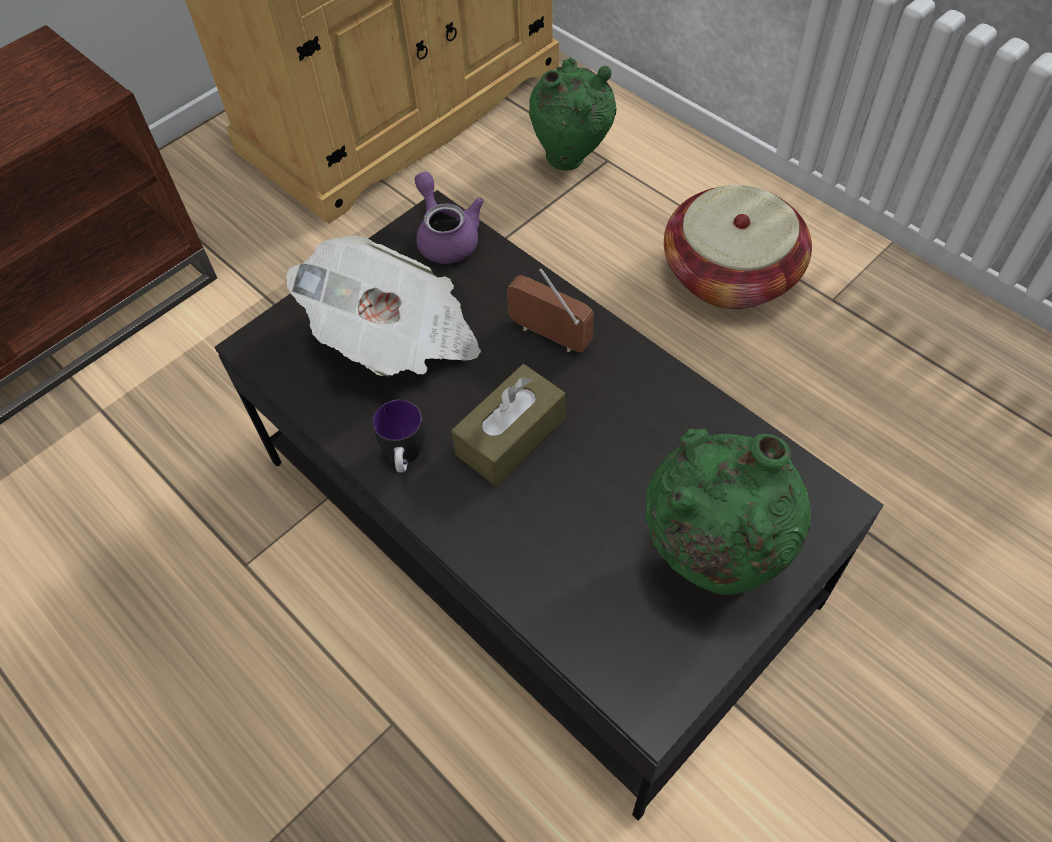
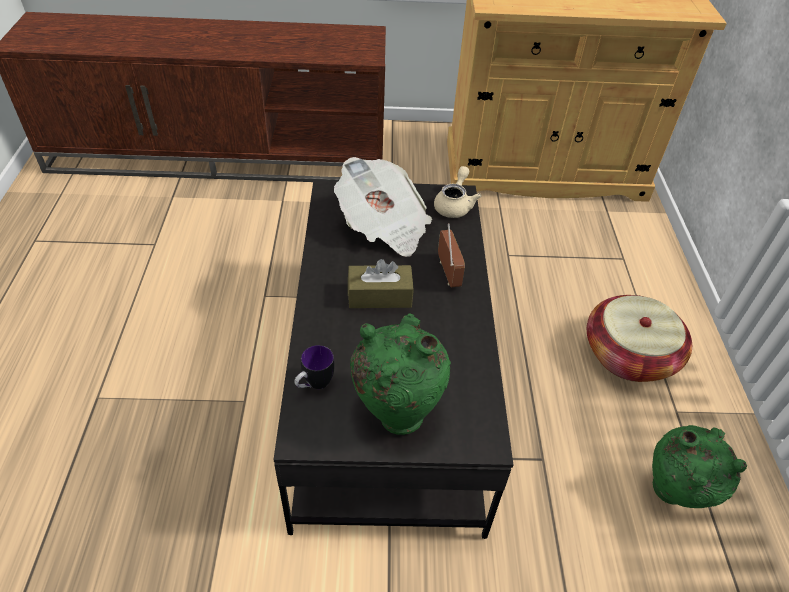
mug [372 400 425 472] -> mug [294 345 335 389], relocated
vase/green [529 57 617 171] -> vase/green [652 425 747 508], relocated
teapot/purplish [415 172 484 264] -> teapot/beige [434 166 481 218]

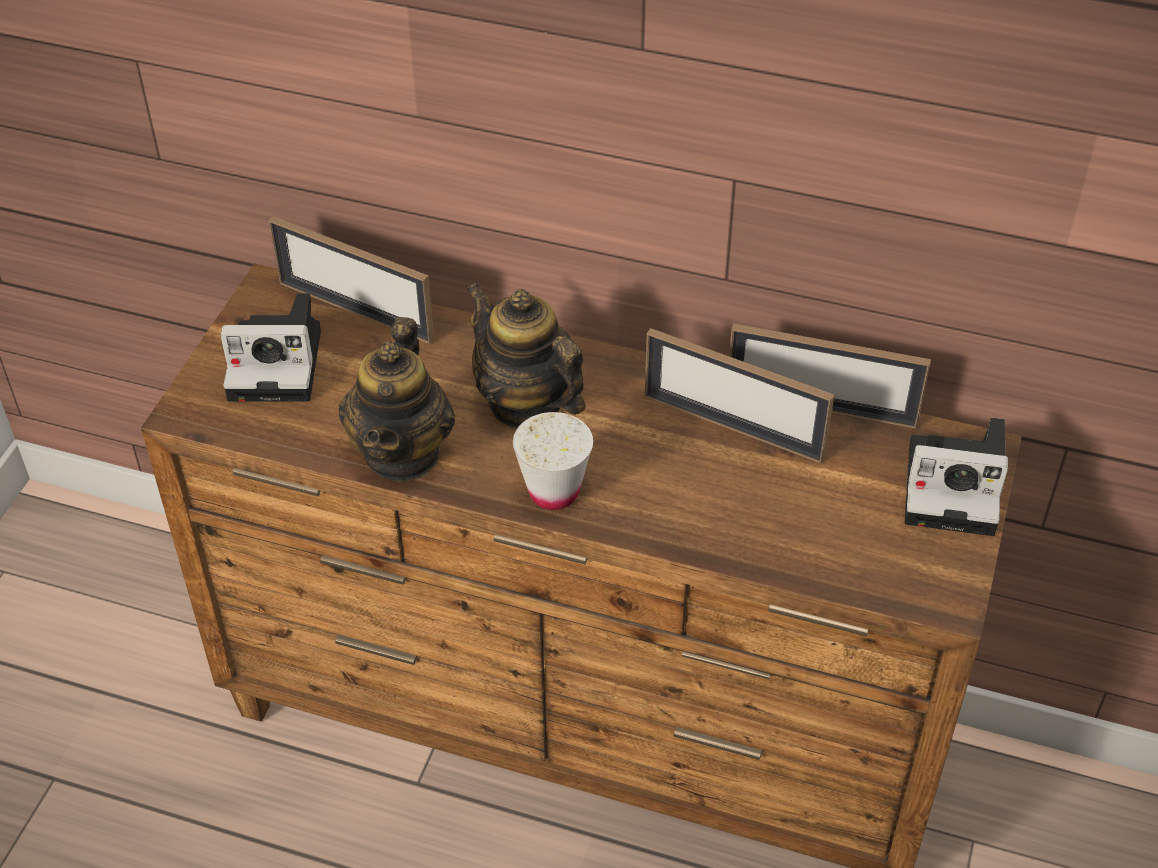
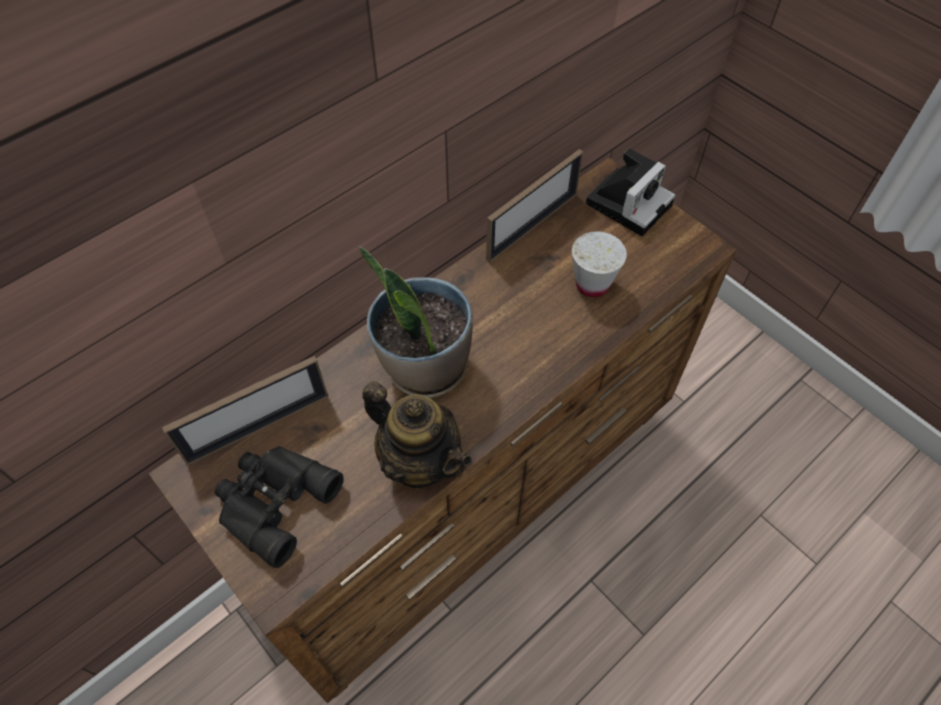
picture frame [645 328 835 464] -> none
drinking cup/white [513 412 593 510] -> drinking cup/white [572 231 627 297], relocated
photo camera [221 293 321 402] -> field glasses/black-coloured [215 446 344 568]
teapot [466 283 586 429] -> potted plant [359 247 473 398]

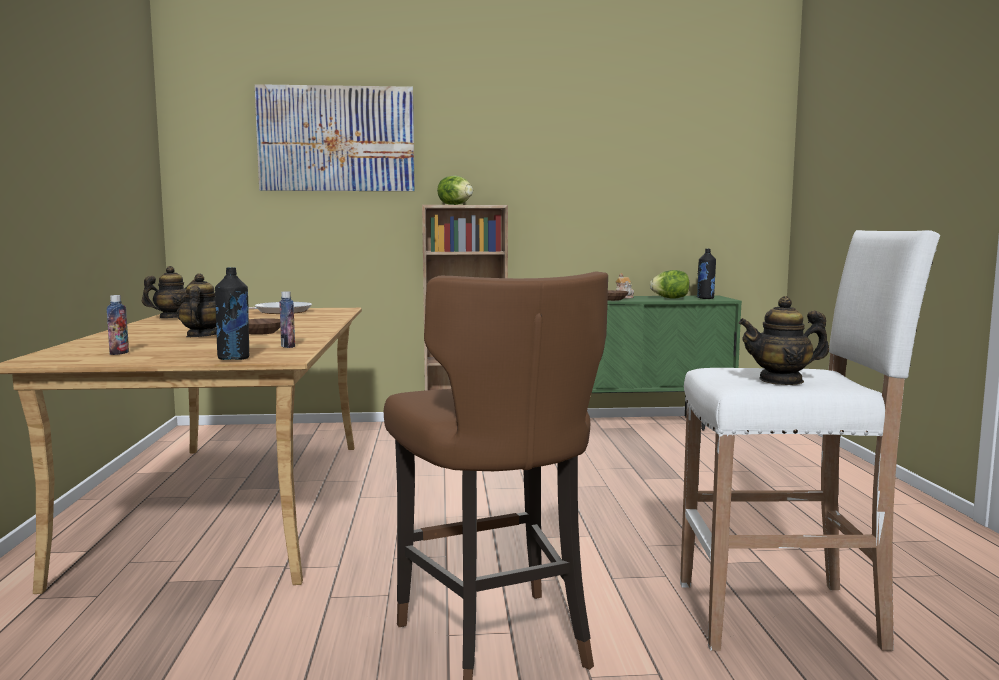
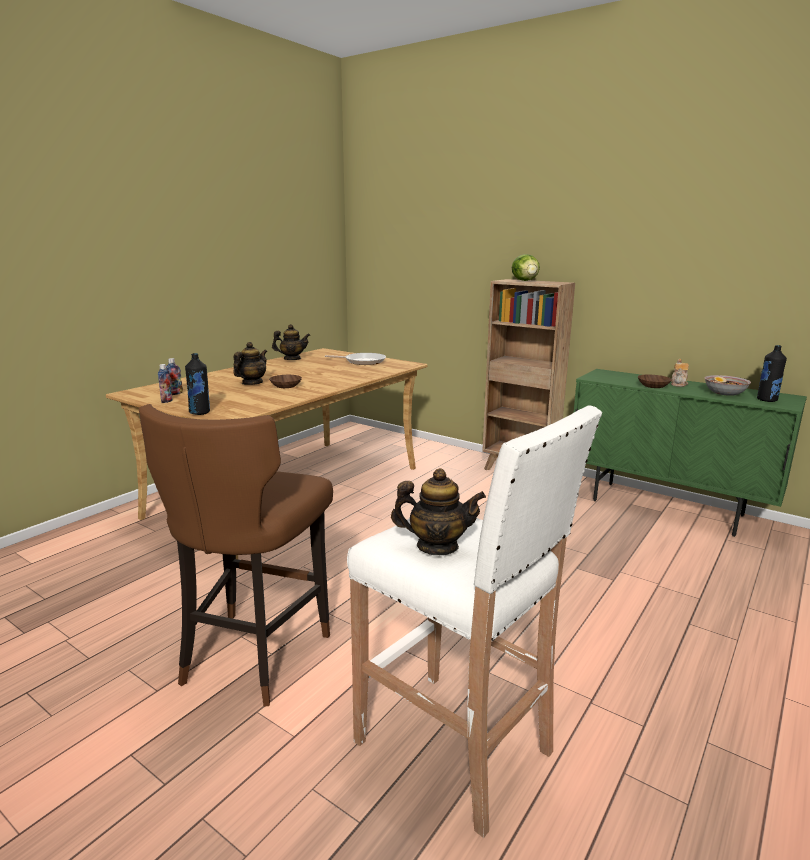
wall art [255 84 415 191] -> none
bottle [279 291 295 348] -> bottle [158 364 173 403], relocated
lettuce [650 270 690 299] -> bowl [705 375 751 396]
teapot [739 296 829 385] -> teapot [391 468 486 555], 150 degrees clockwise

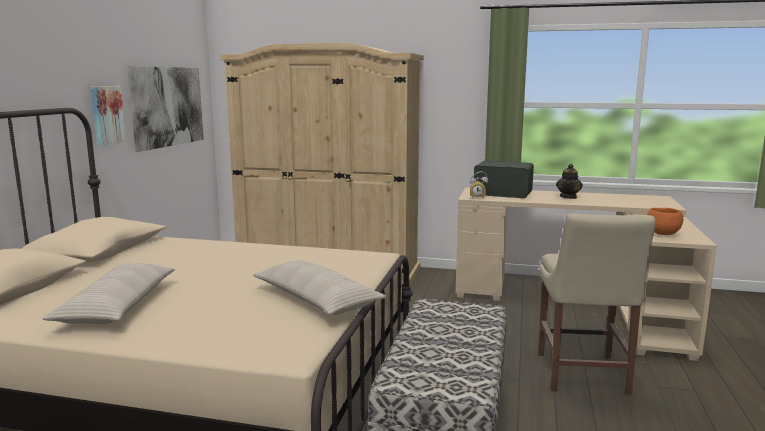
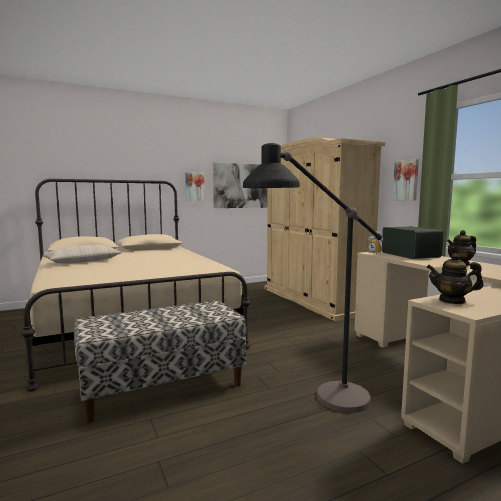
cushion/beige [253 260 386 315] -> none
none -> wall art [393 159 419 201]
plain chair/beige [538 214 656 395] -> standing lamp/black-coloured [243 143 382 413]
bowl/orangey [647 208 683 235] -> teapot [427 253 483 304]

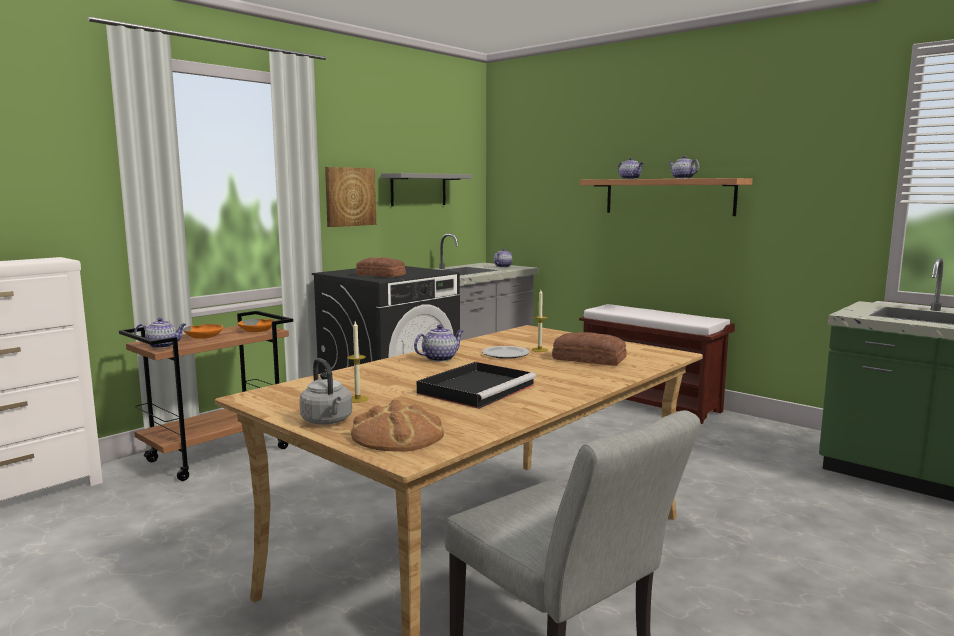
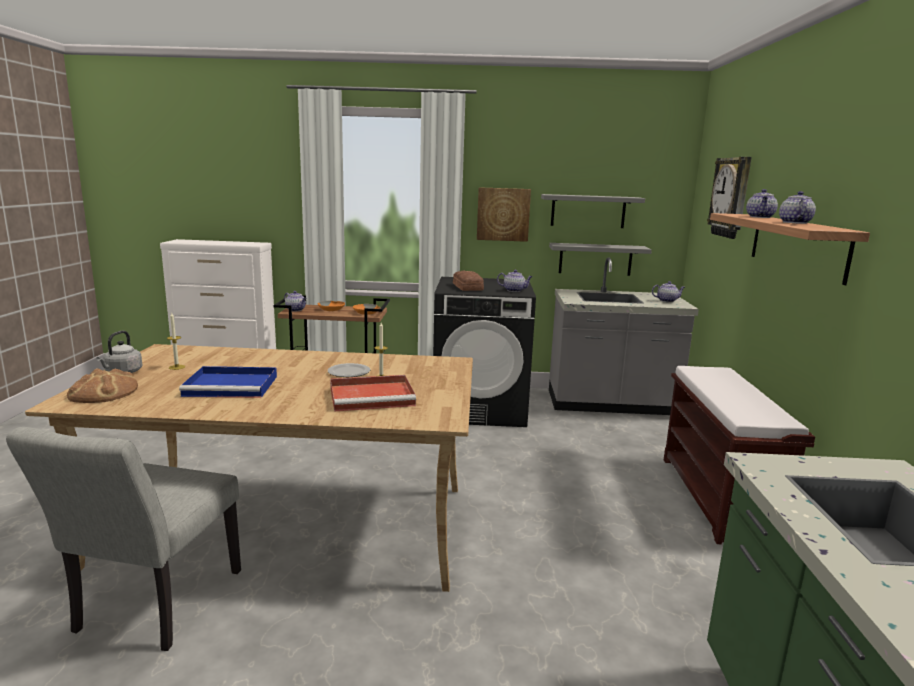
none -> shelf/grey [549 243 652 276]
none -> hanging clock [707 157 752 239]
teapot [414 325 464 362] -> teapot [497 270 533 292], relocated
bread [552 332 627 366] -> tray/red-coloured [330 375 416 411]
tray/black-coloured [417 362 536 409] -> tray/blue [179 366 277 398]

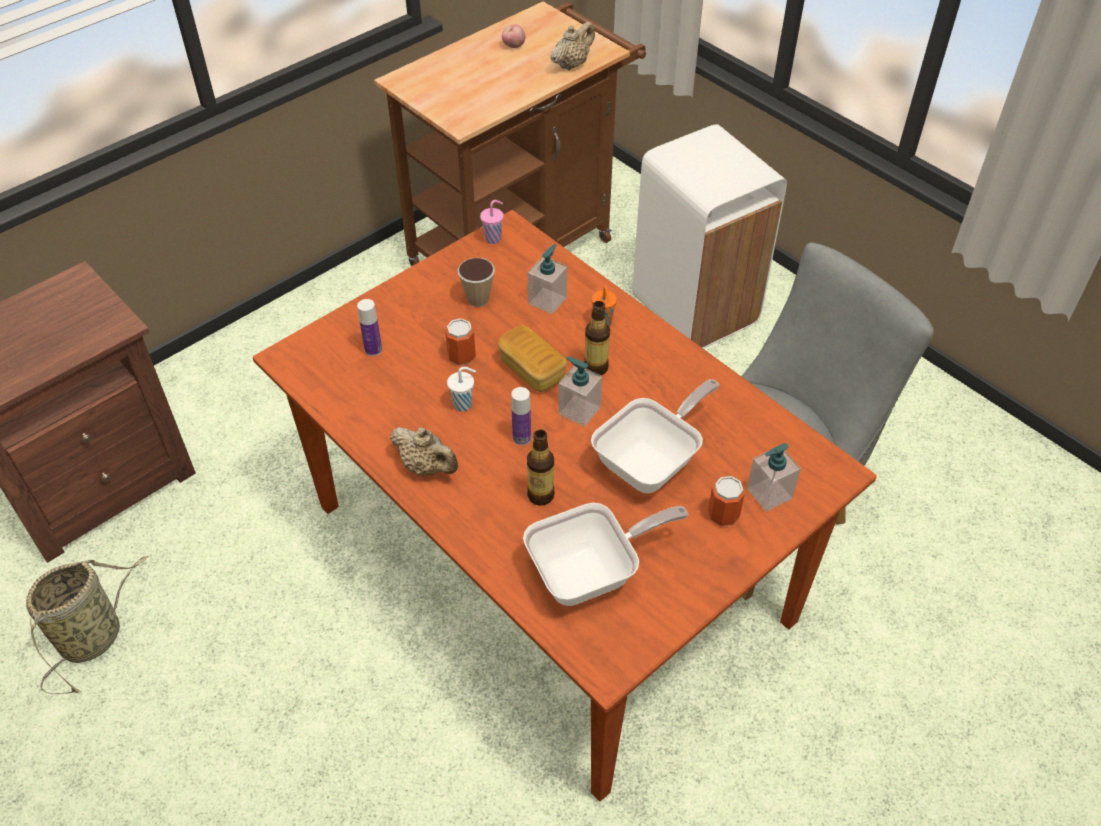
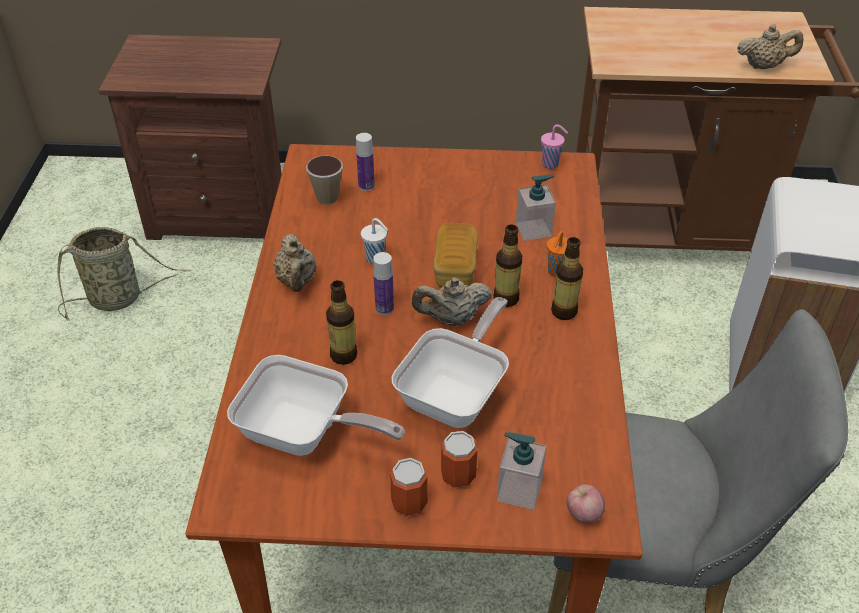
none -> bottle [551 237 583 320]
can [445 318 476 366] -> can [390 458 428 516], relocated
drinking cup [458 258 495 307] -> drinking cup [306 156 343 205], relocated
whole apple [502 24 525 48] -> whole apple [566 484 605 524], relocated
liquid soap bottle [558 356 602 427] -> teapot/beige [412 277 492 326]
frying pan [591 379 720 493] -> frying pan [391 297 509 428], 60 degrees counterclockwise

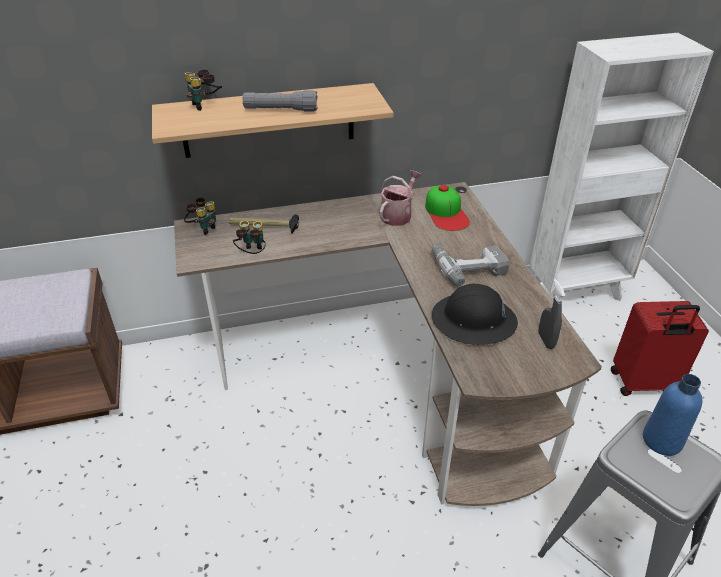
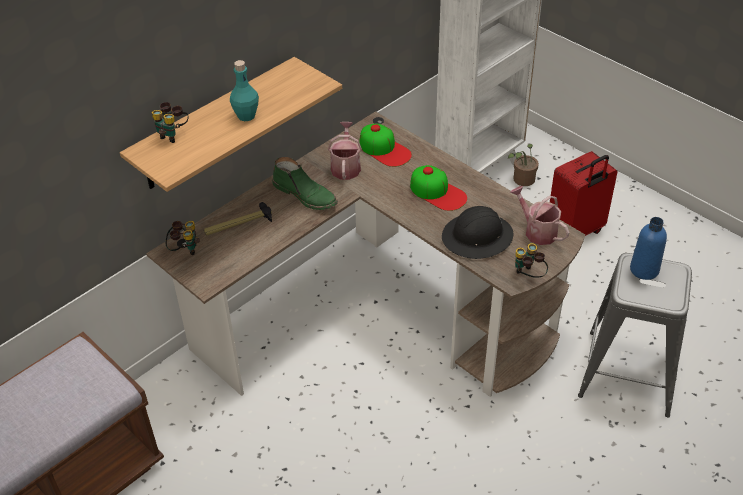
none -> boot/green [272 157 338 210]
none -> potted plant [508 144 539 186]
field glasses [233 220 266 254] -> field glasses [515 243 548 278], relocated
hand torch/grey [243 90 318 111] -> bottle/turquoise [230 60 259 121]
drill [432 244 509 287] -> peaked cap [410 165 467 211]
sprayer/grey [538 279 565 349] -> sprinkling can [510 186 570 245]

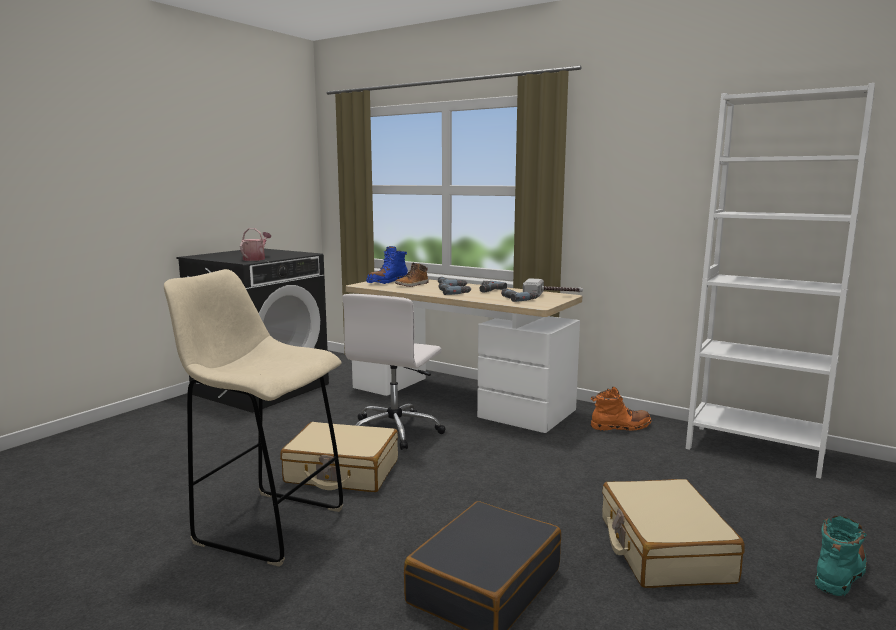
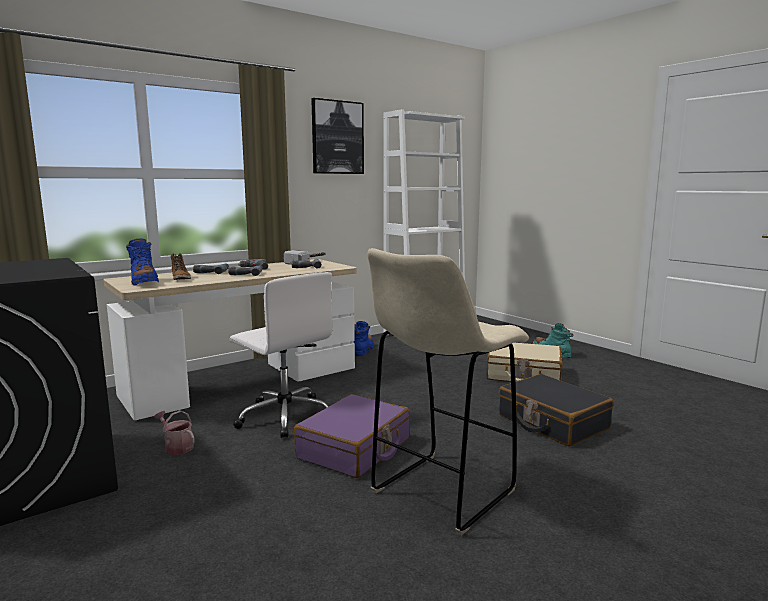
none -> wall art [311 98 364 174]
sprinkling can [240 228 271 261] -> sprinkling can [154 410 195 455], relocated
suitcase/beige [280 422 398 492] -> suitcase/purplish [294 394 410 478]
boot/orangey [591 387 651 431] -> boot/blue [354 321 374 356]

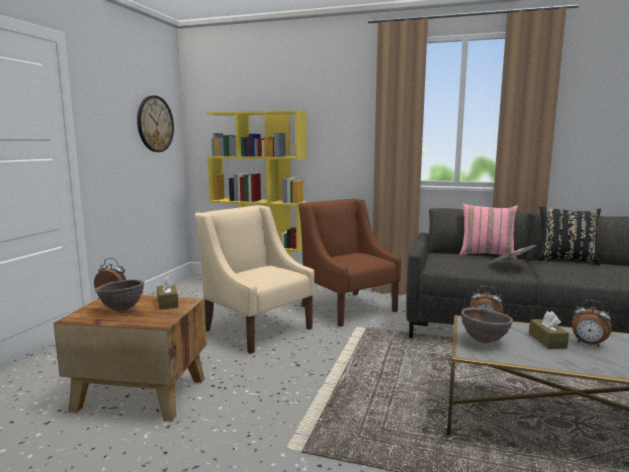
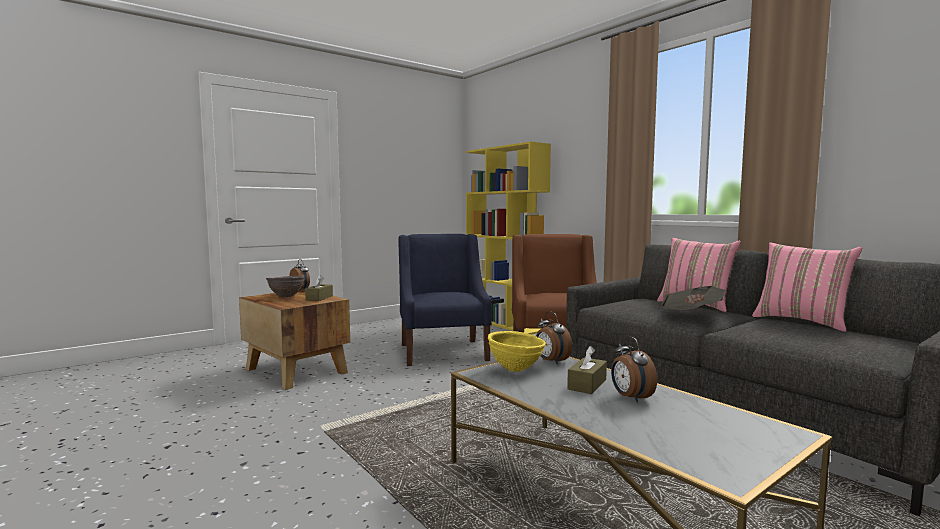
hanging clock [137 96 174 152] -> none
easy chair/beige [194 205 314 354] -> easy chair/blue [398 234 492 366]
bowl/brown [461 307 513 344] -> bowl/yellowish [488 331 546 372]
cushion/black-coloured [537 206 601 265] -> cushion/pinkish [752 243 862 332]

